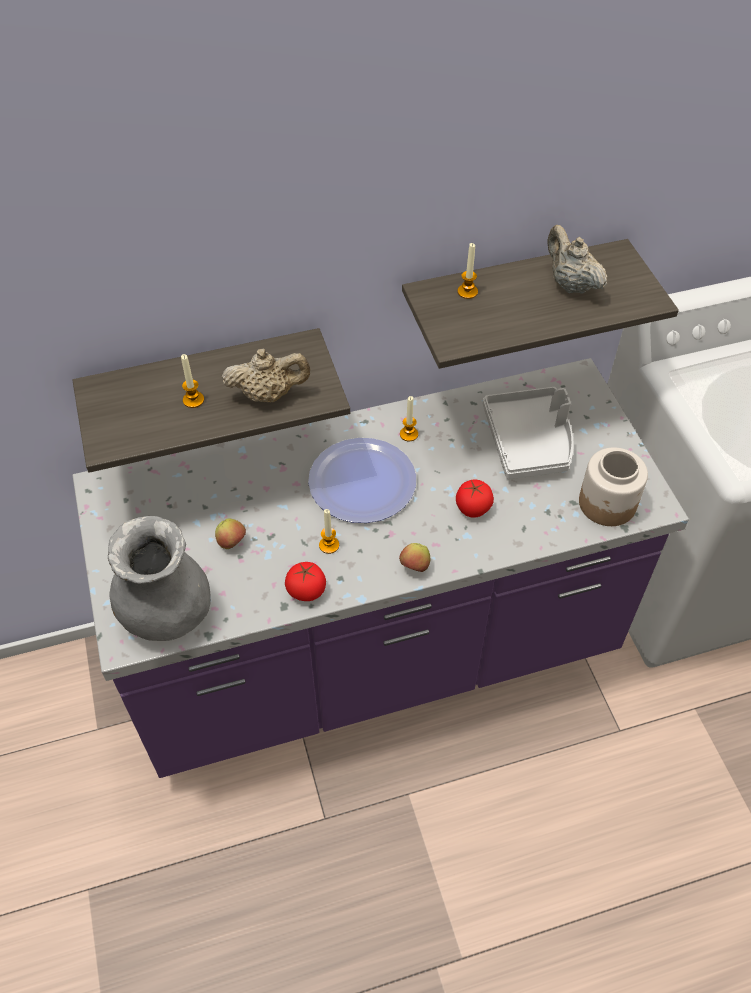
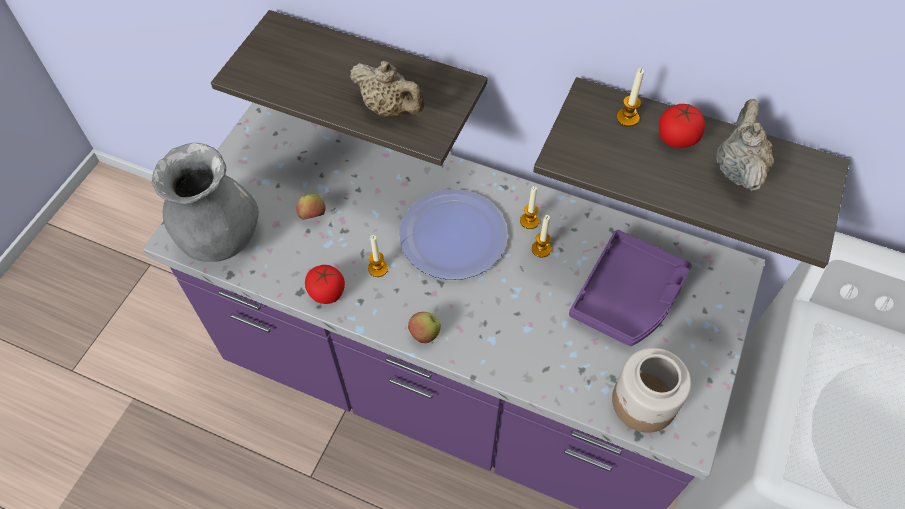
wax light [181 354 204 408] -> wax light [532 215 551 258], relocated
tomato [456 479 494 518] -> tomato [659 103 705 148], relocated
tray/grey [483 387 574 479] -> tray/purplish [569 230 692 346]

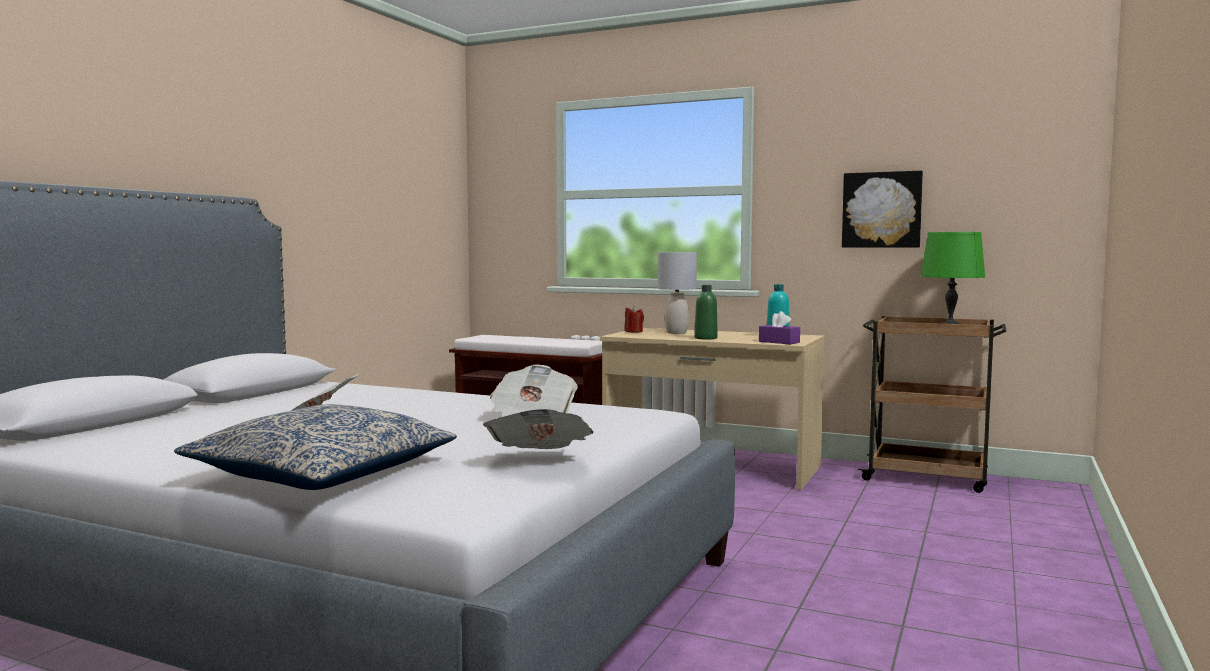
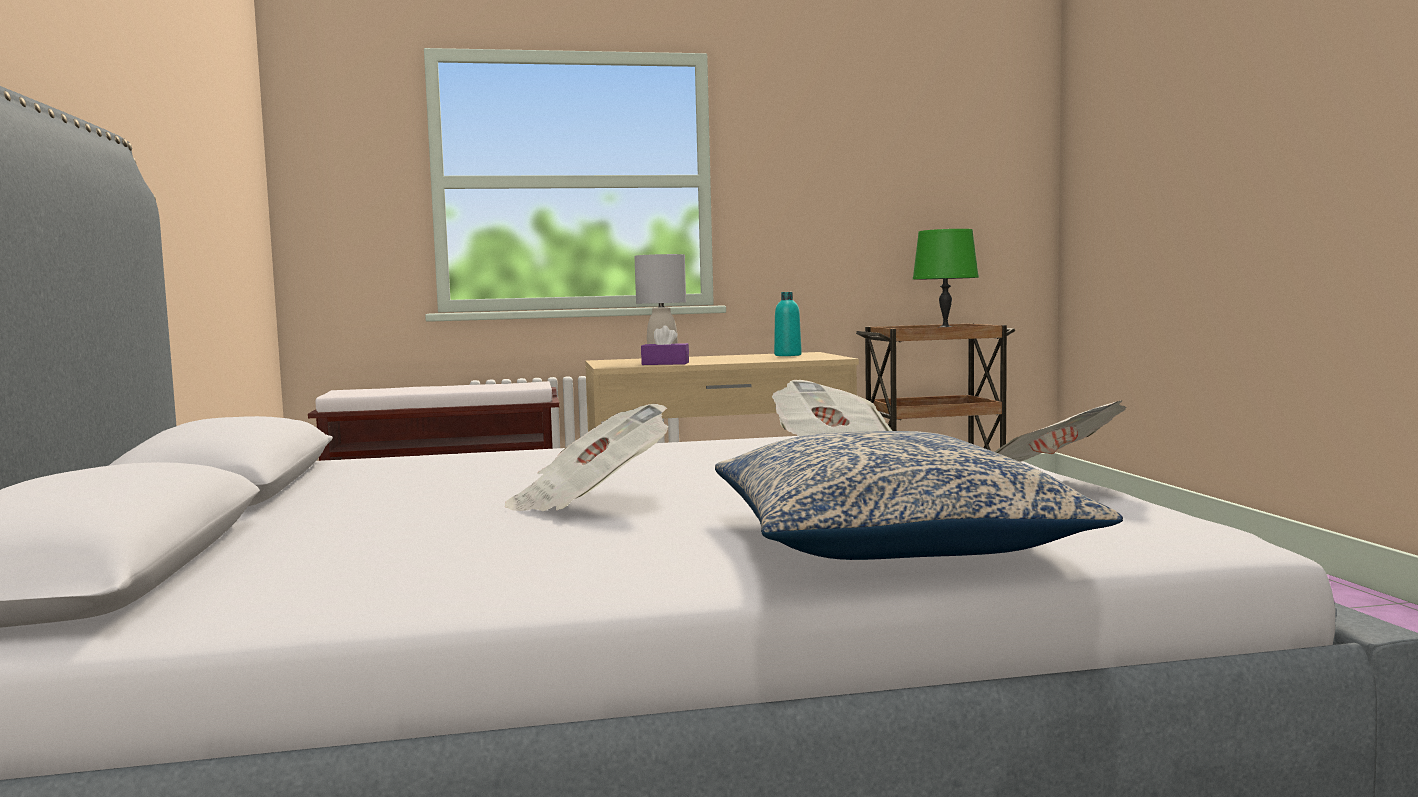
wax light/red-coloured [625 306 644 332] -> none
bottle/green [694 285 718 340] -> none
wall art [842 171 923 248] -> none
box of tissues/purplish [759 311 800 344] -> box of tissues/purplish [641 325 689 365], relocated

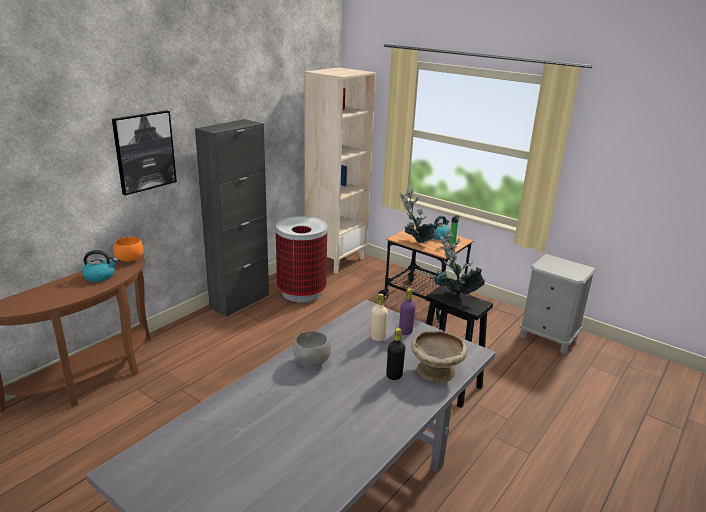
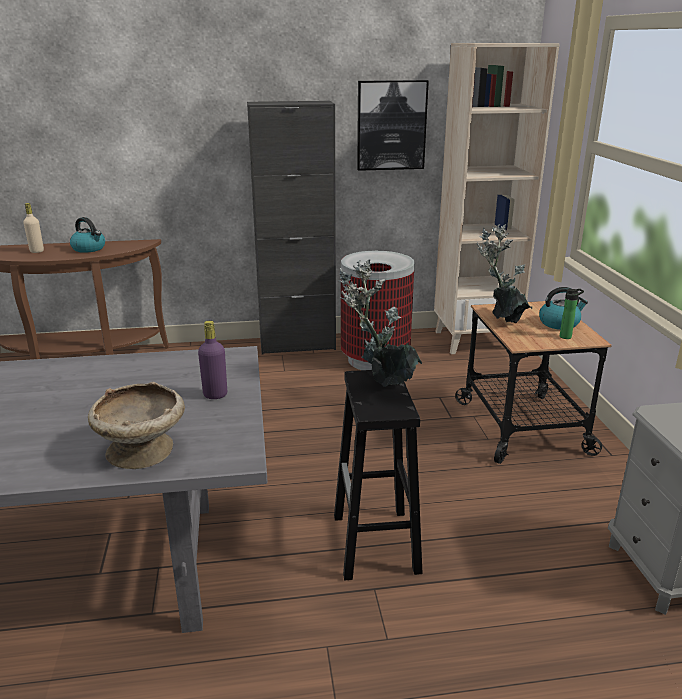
bowl/orangey [113 237 144 262] -> none
bowl/grey [293 331 331 367] -> none
bottle/black-coloured [386 328 405 380] -> none
wall art [112 110 177 196] -> wall art [357 80 429 171], relocated
bottle/beige [371 293 388 341] -> bottle/beige [23 203 44 253], relocated

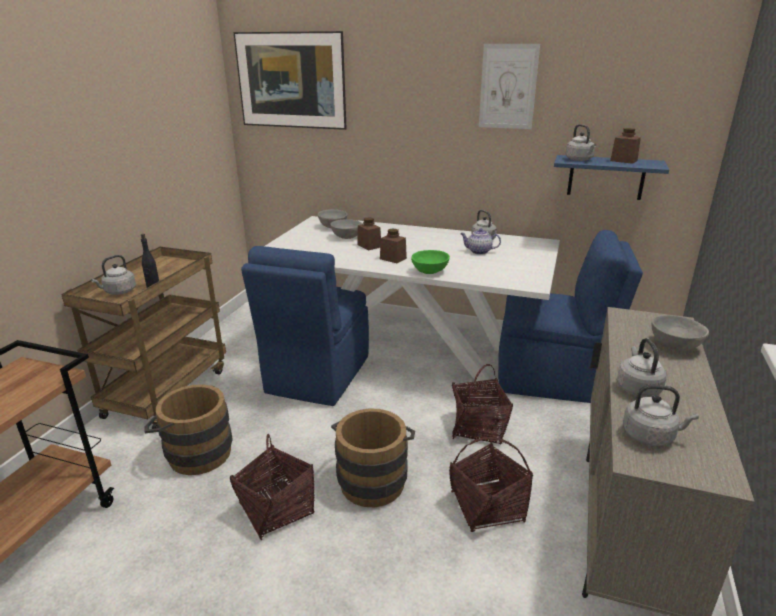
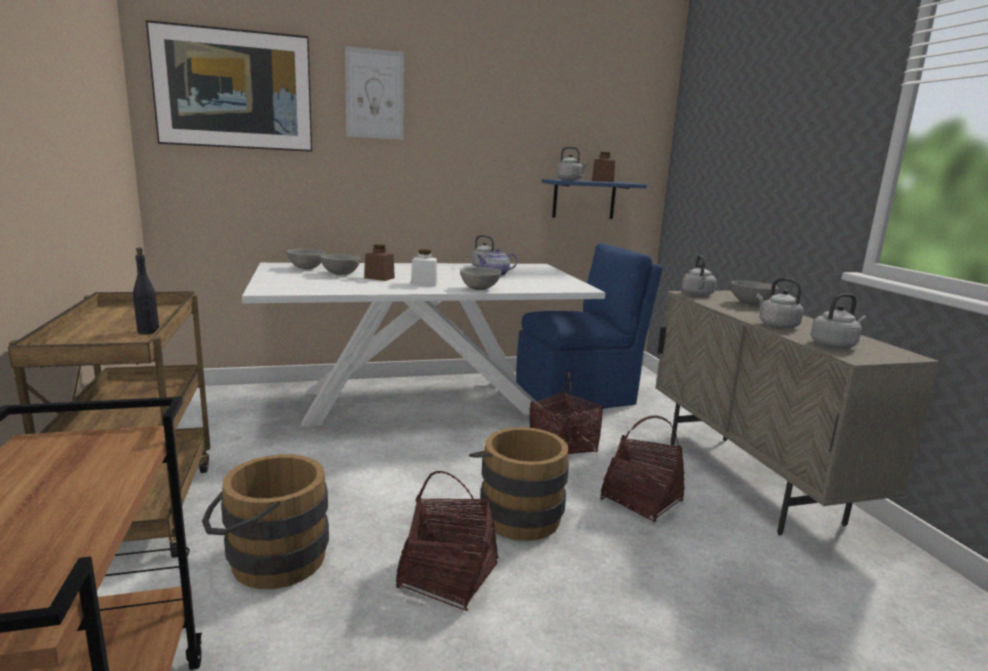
plain chair/blue [241 246 369 406] -> none
water kettle/grey [91 255 136 295] -> water kettle/grey [682 255 716 296], relocated
wall art [479 44 540 129] -> wall art [345 46 404 140], relocated
jar/brown [380 229 407 263] -> jar/white [411 249 437 287]
bowl/green [411 250 450 274] -> bowl/grey [460 267 501 290]

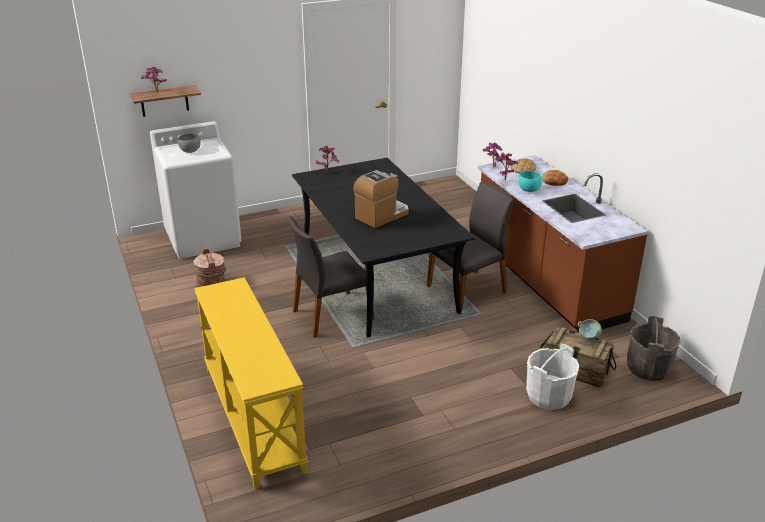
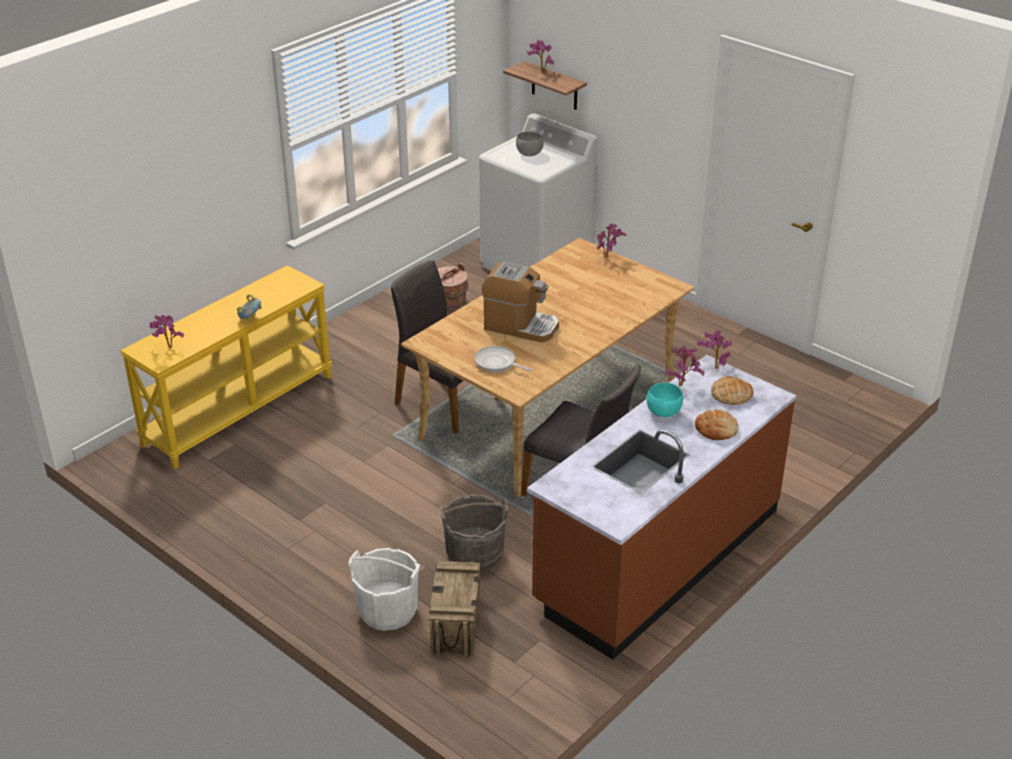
none -> potted plant [149 314 184 348]
none -> frying pan [475 346 532 372]
bowl [578 319 602 341] -> bowl [237 294 262 319], relocated
water bucket/grey [627 316 681 381] -> water bucket/grey [441 494 508 572], relocated
dining table/black-coloured [292 158 475 337] -> dining table/beige [401 238 694 497]

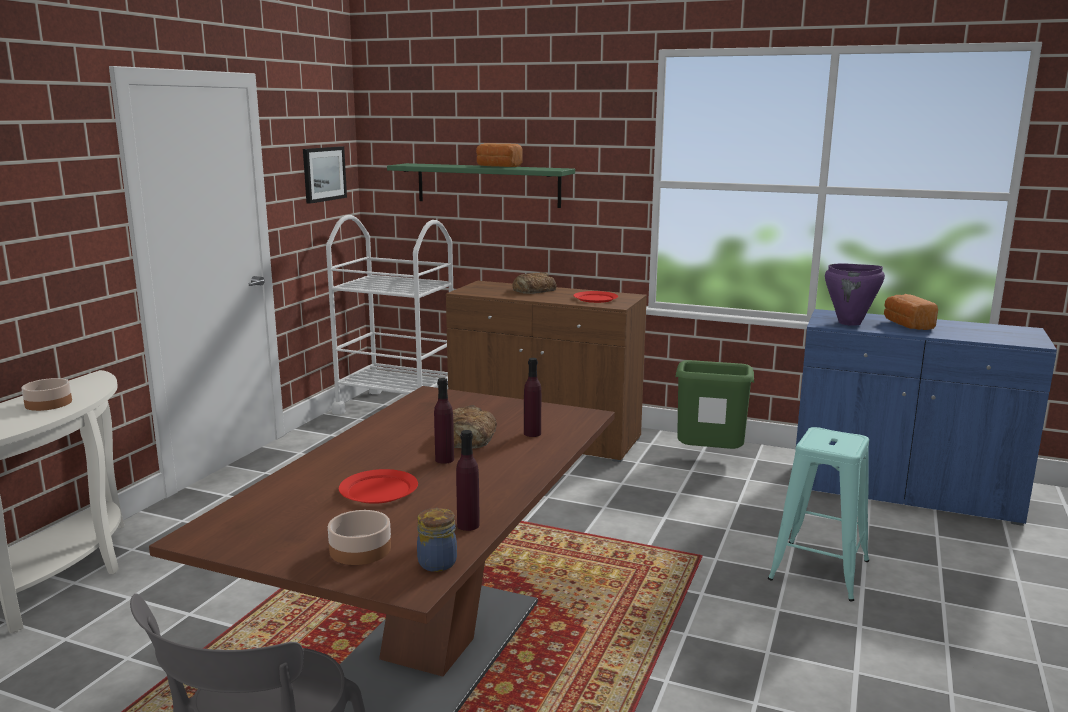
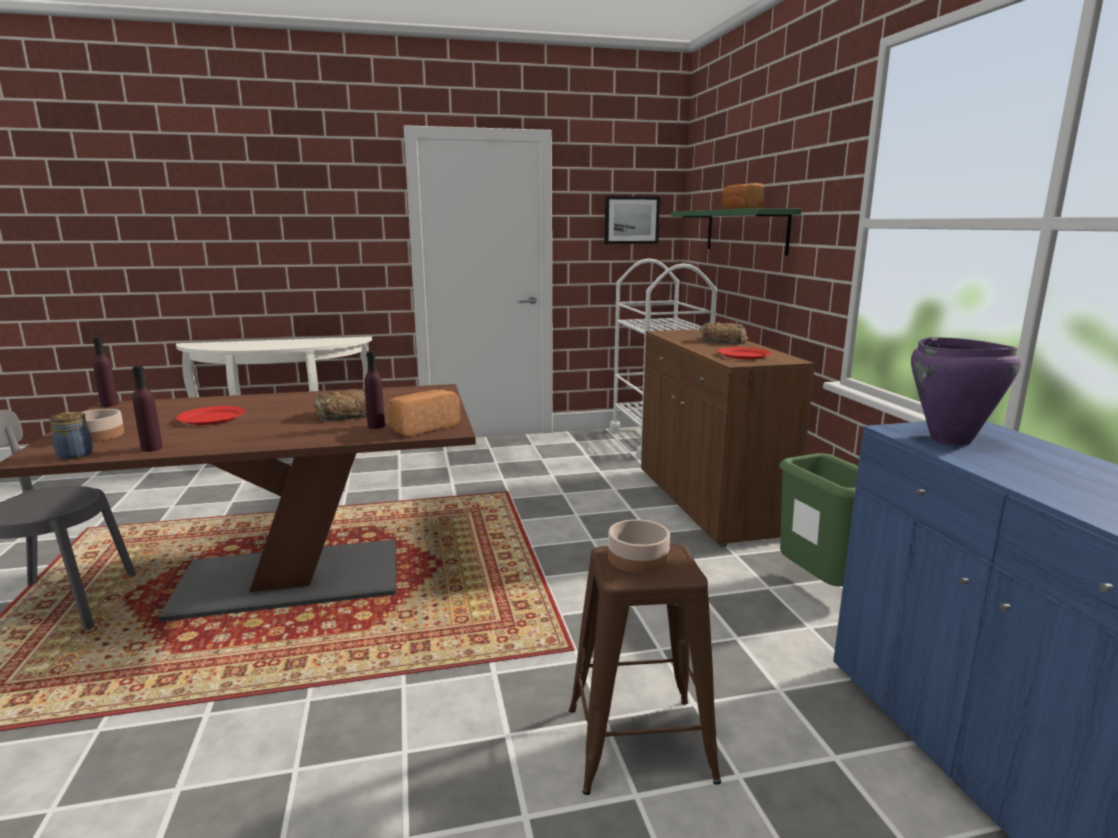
bowl [22 378 72 411] -> bowl [608 519 670 573], relocated
bottle/purplish [434 378 454 464] -> bottle/purplish [93 337 119 407], relocated
bread [884 294 938 330] -> bread [387 390 461 436], relocated
stool/turquoise [768 427 869 601] -> stool/brown [569 543 721 795]

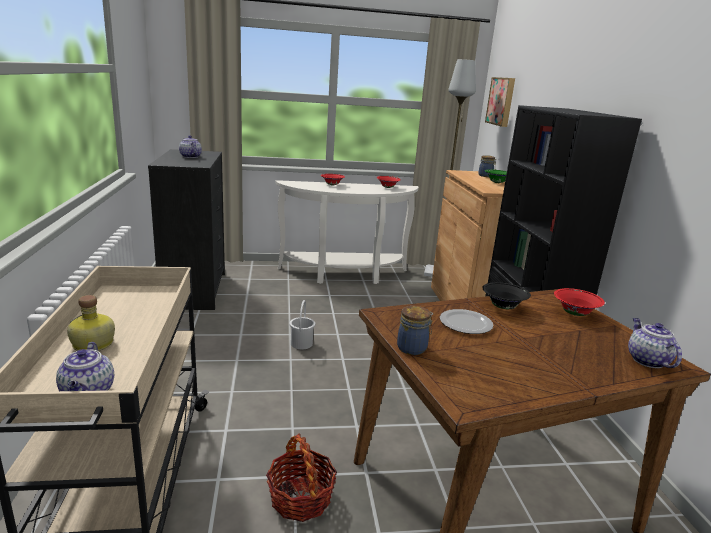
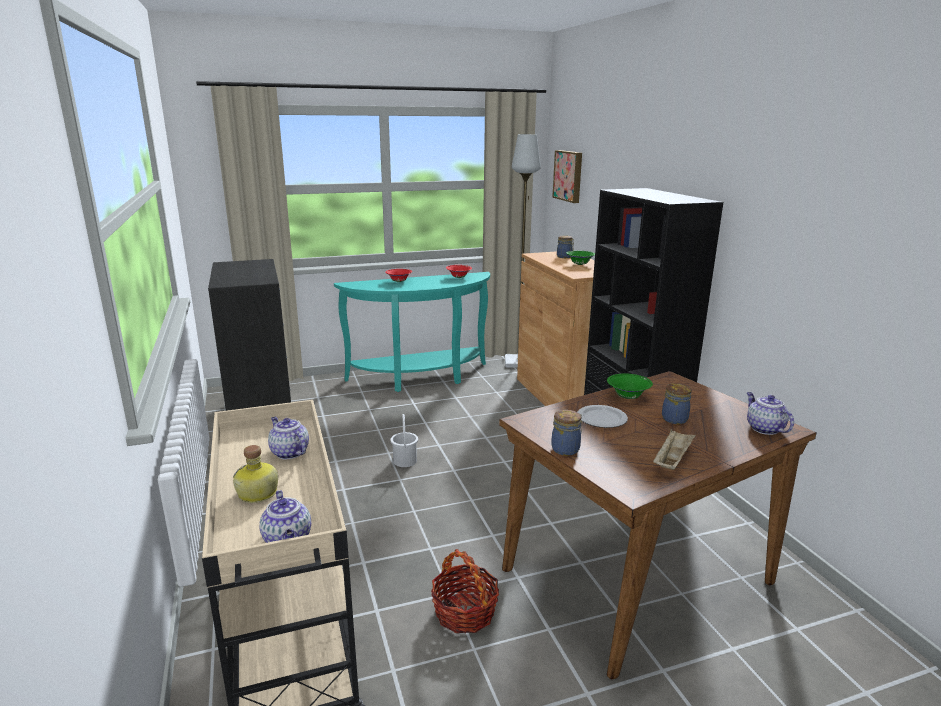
bowl/red-coloured [554 288 605 316] -> none
none -> tray/beige [653 429 696 470]
none -> jar [662 383 692 424]
teapot [179 135 202 158] -> teapot [268 417 309 459], relocated
narrow table/white [276 180 418 284] -> narrow table/turquoise [334 272 490 392]
bowl/black-coloured [482 282 531 309] -> bowl/green [607 374 653 399]

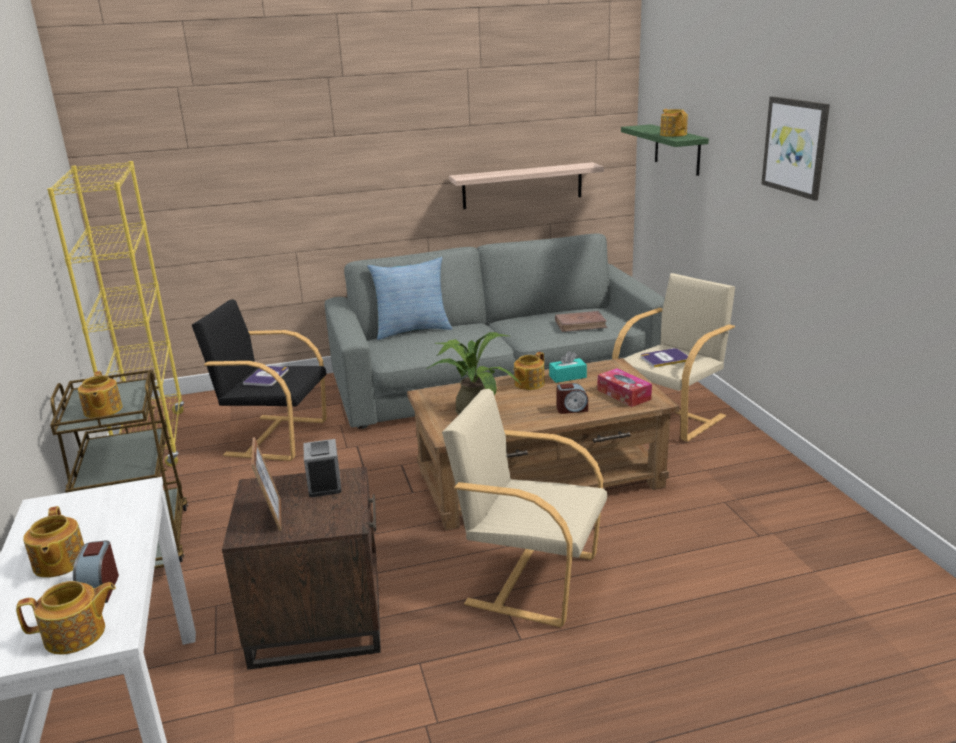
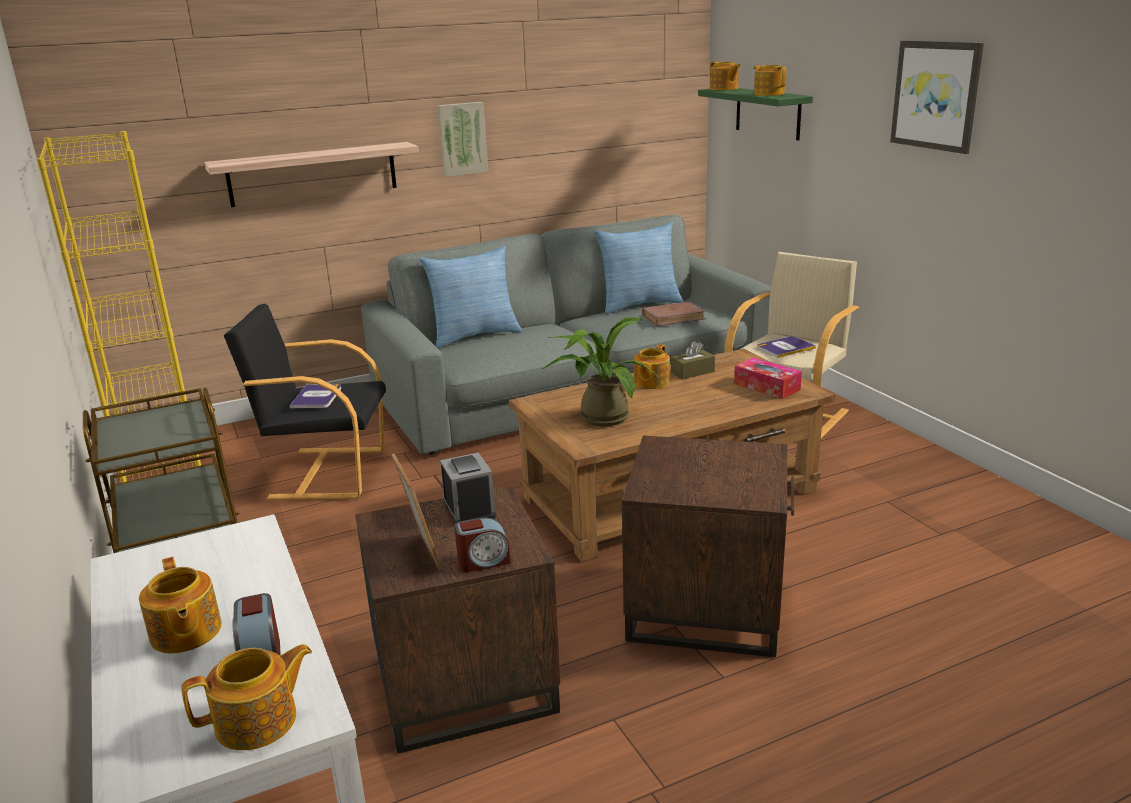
none -> wall art [437 102 488 177]
none -> cushion [594 222 684 314]
teapot [78 371 122 418] -> teapot [710 61 741 91], relocated
shelf [449 162 604 209] -> shelf [204 142 419 207], relocated
bedside clock [557 383 588 414] -> bedside clock [454 517 511 572], relocated
easy chair/beige [442 389 607 627] -> accent table/brown [622 436 794 657]
box of tissues/turquoise [549 351 587 383] -> box of tissues/brown [671 341 715 379]

